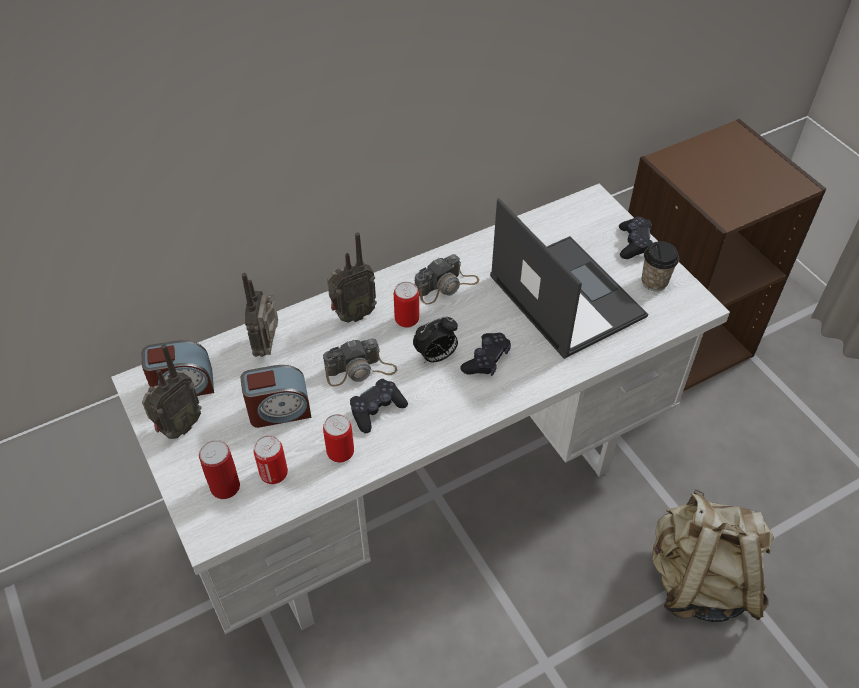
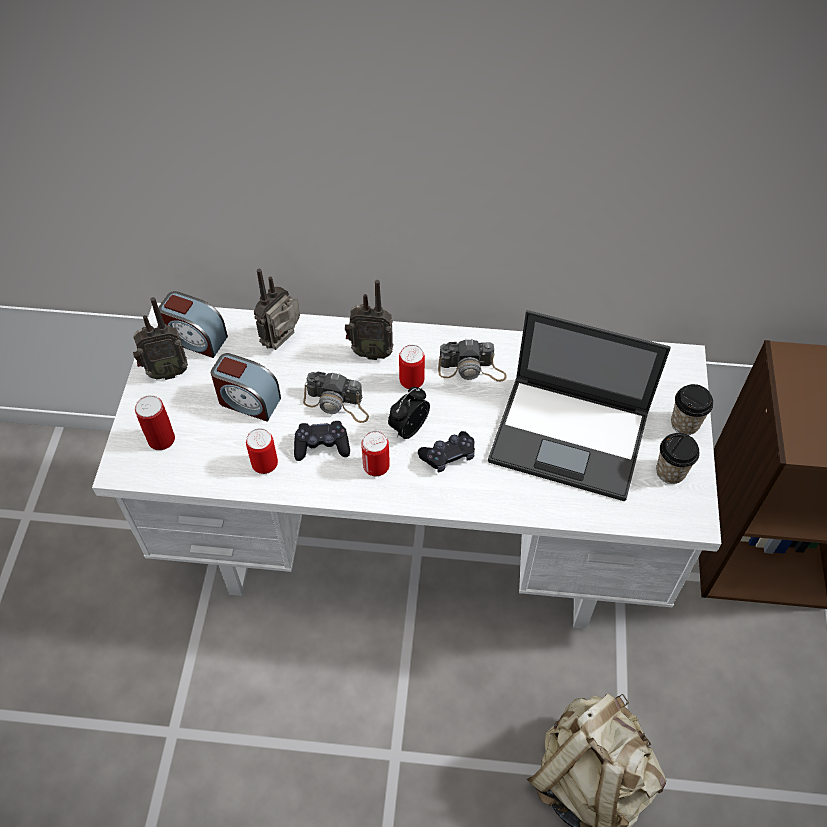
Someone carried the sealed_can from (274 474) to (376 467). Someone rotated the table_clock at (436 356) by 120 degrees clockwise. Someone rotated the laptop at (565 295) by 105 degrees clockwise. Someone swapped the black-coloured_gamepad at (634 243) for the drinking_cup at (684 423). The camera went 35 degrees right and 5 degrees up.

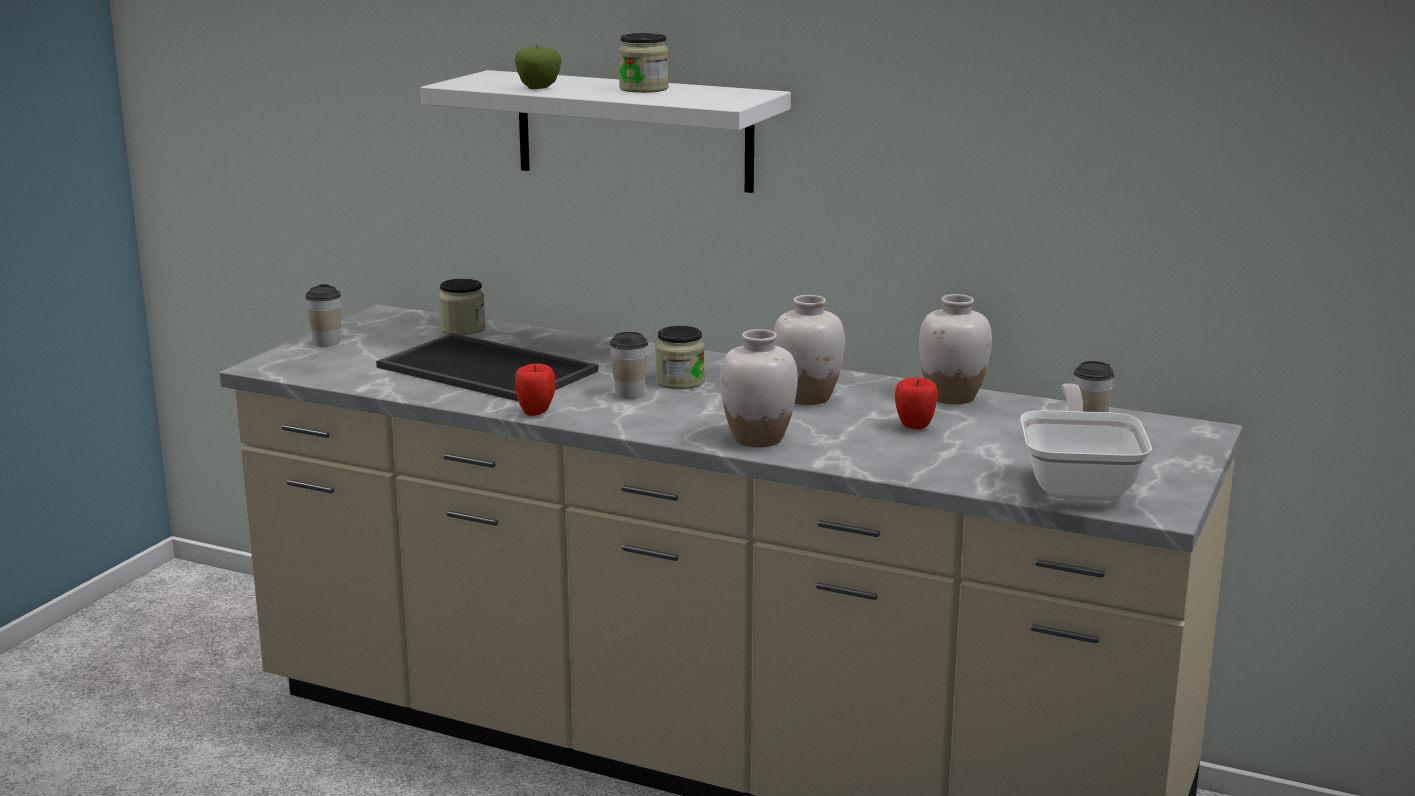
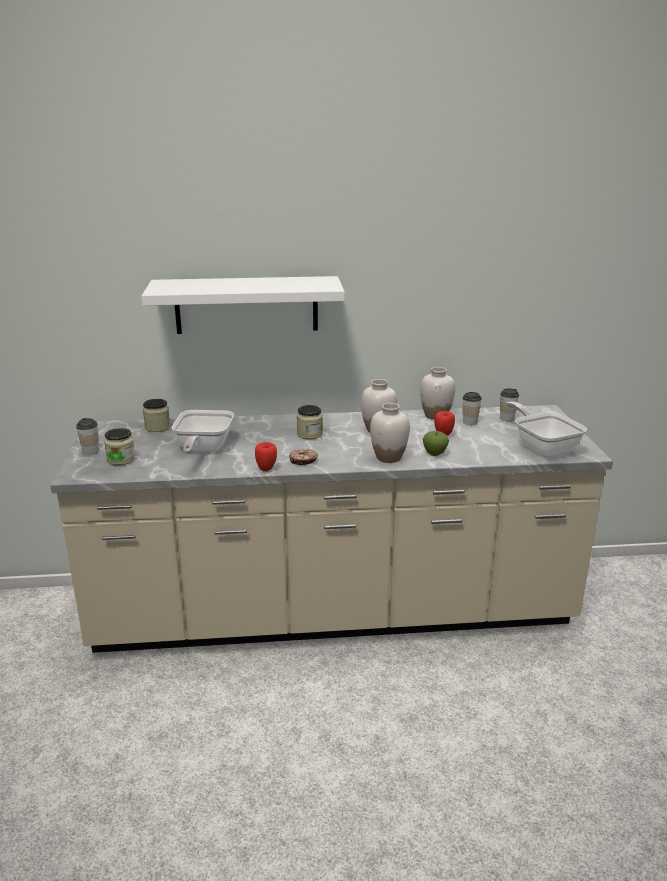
Someone swapped the tray at (483 370) for the skillet at (203 449). Someone carried the apple from (538 88) to (435 454). Someone carried the drinking_cup from (629 394) to (470 422). Someone carried the jar from (644 89) to (121 459). Someone put down the doughnut at (303 461). The camera went 30 degrees left and 5 degrees up.

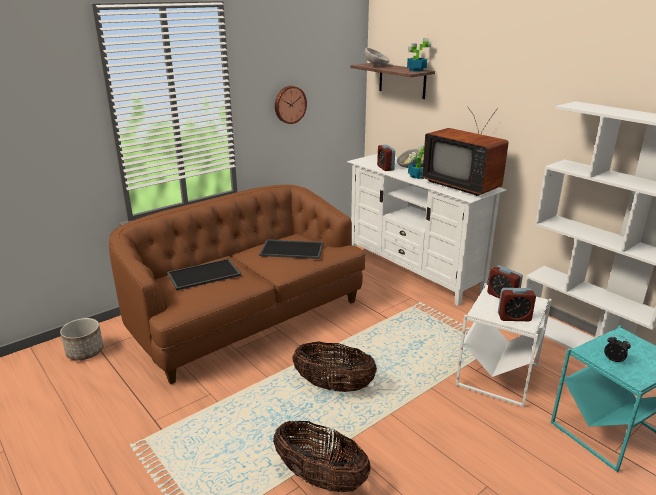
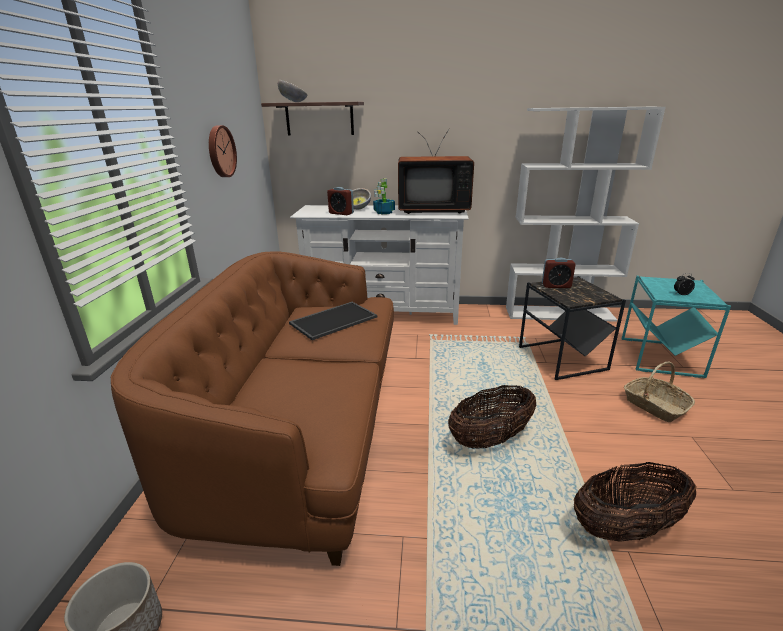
Someone took away the tray at (203 275). Someone took away the potted_plant at (416 70). Someone repainted the white_end_table at (498 375), which became the black-coloured_end_table at (562 358). Someone took away the table_clock at (514 317). Someone put down the household_basket at (654 405). The camera went 45 degrees left and 0 degrees up.

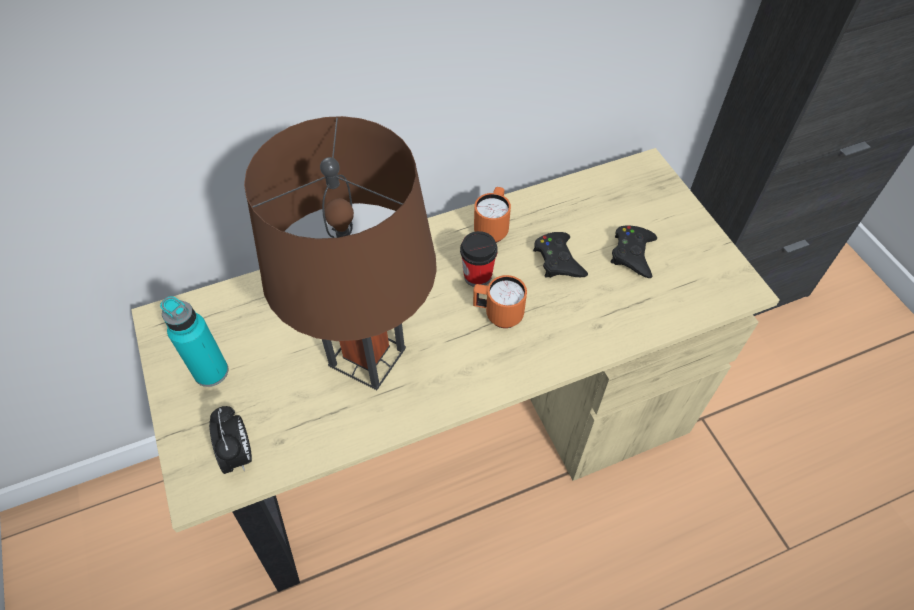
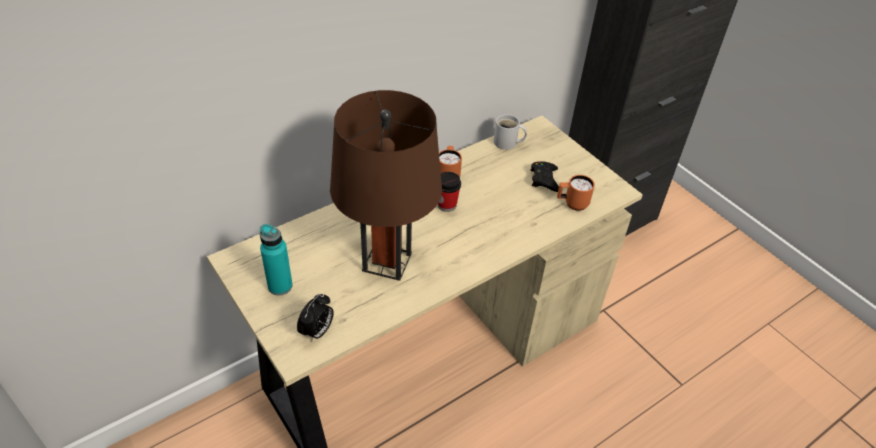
Someone rotated the table_clock at (239 455) by 60 degrees clockwise. Someone carried the orange-coloured_coffee_mug from (498 315) to (572 204). Someone took away the black-coloured_gamepad at (558 260). Someone put down the white_coffee_mug at (507 143). The camera went 15 degrees left and 10 degrees down.

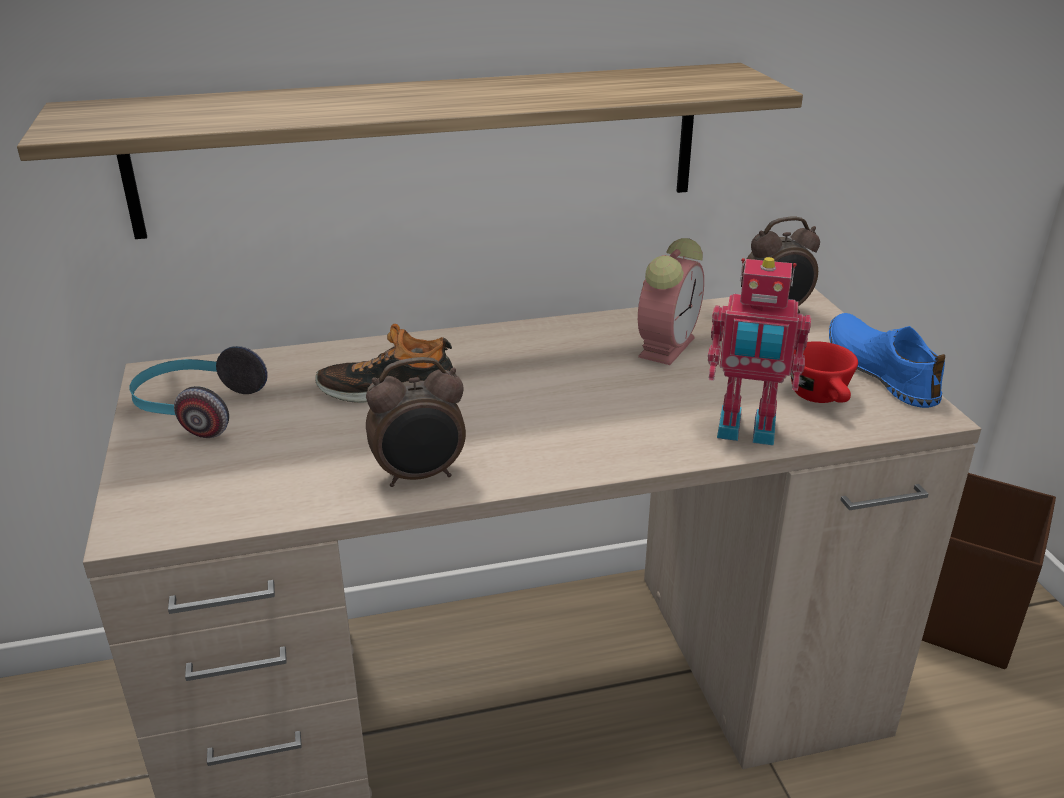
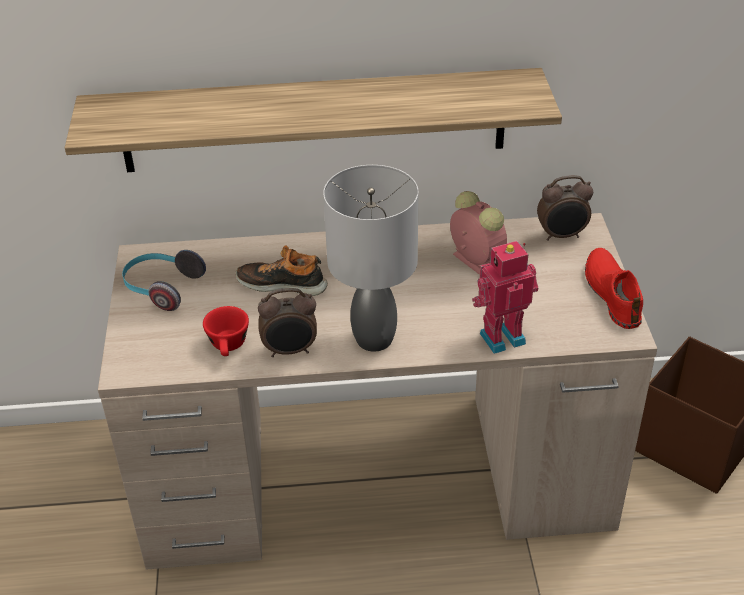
Someone rotated the table_clock at (667 346) by 75 degrees counterclockwise. Someone rotated the robot_figure at (746 431) by 135 degrees clockwise. Someone carried the reddish_drinking_cup from (822 399) to (229 347). Someone repainted the blue-coloured_low_shoe at (880 369), which became the reddish_low_shoe at (613 293). Someone put down the grey_lamp_for_a_table at (374 340). The camera went 10 degrees right and 10 degrees up.

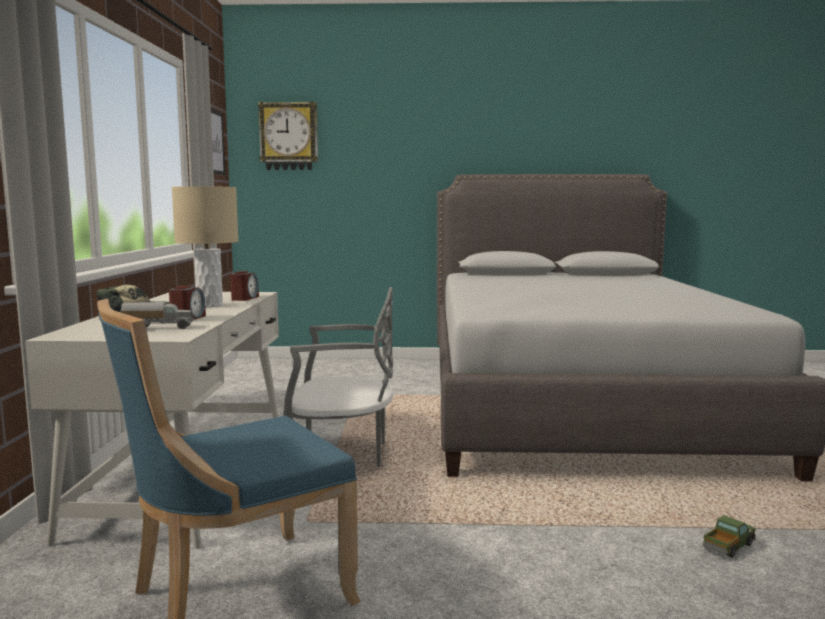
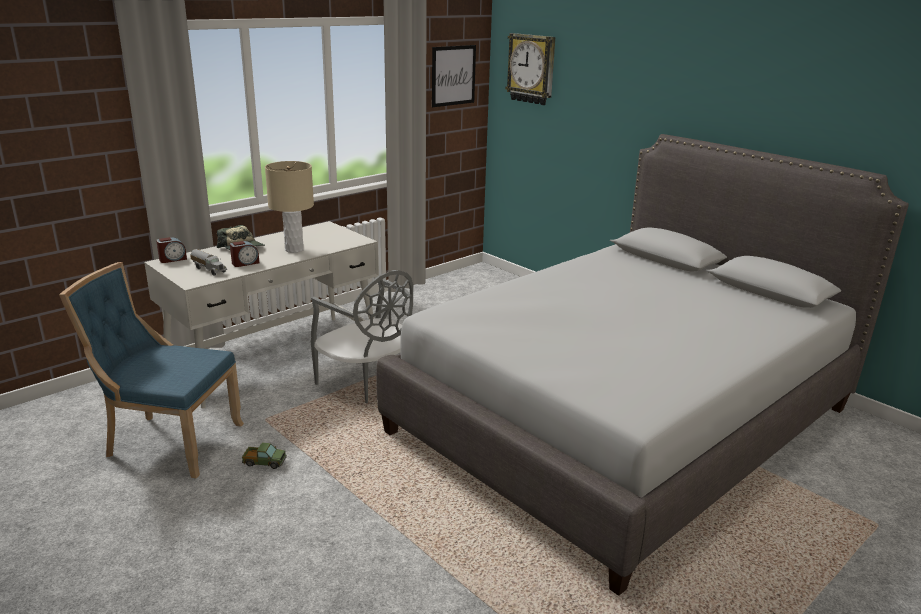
Someone carried the table_clock from (245 298) to (172 259). Someone carried the toy_lorry from (728 546) to (264 462). The camera went 45 degrees right and 15 degrees up.

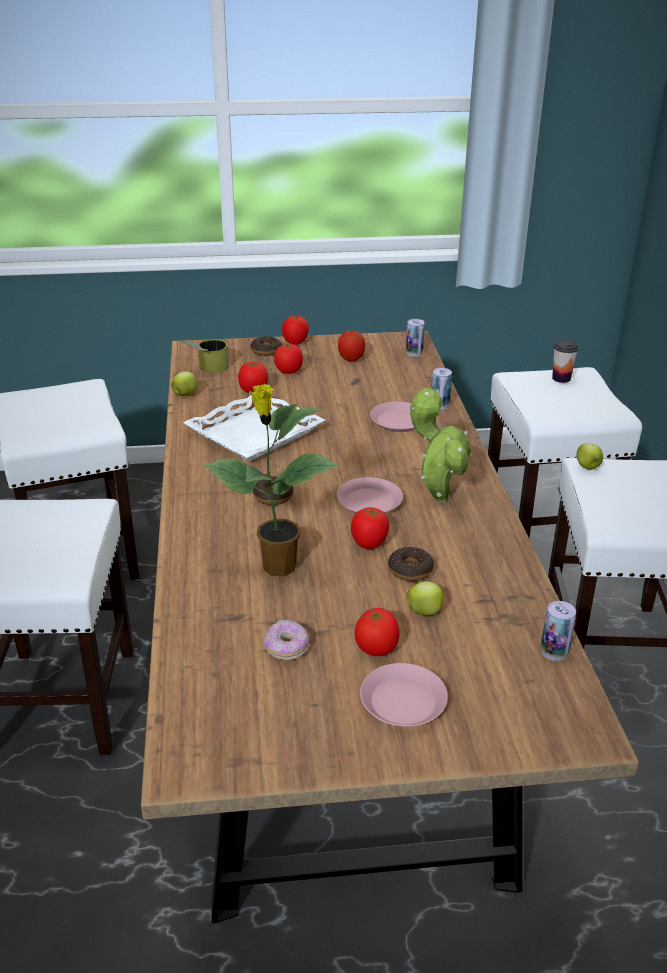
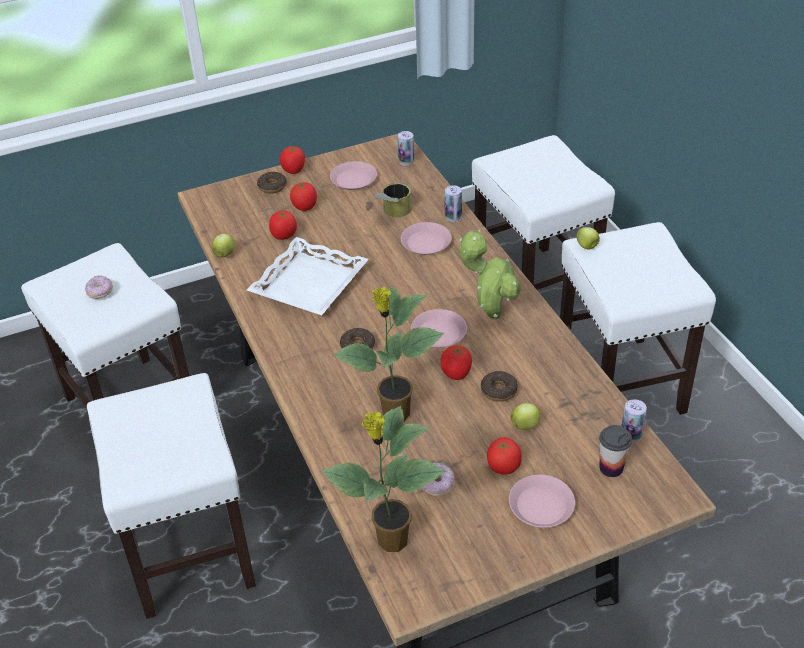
Someone carried the sealed_can from (206 369) to (393 213). Someone swapped the apple at (351 359) for the pink_plate at (353 180). Someone carried the drinking_cup from (561 378) to (611 468). Someone put down the doughnut at (100 292). Someone put down the potted_plant at (391 541). The camera went 15 degrees left and 10 degrees up.

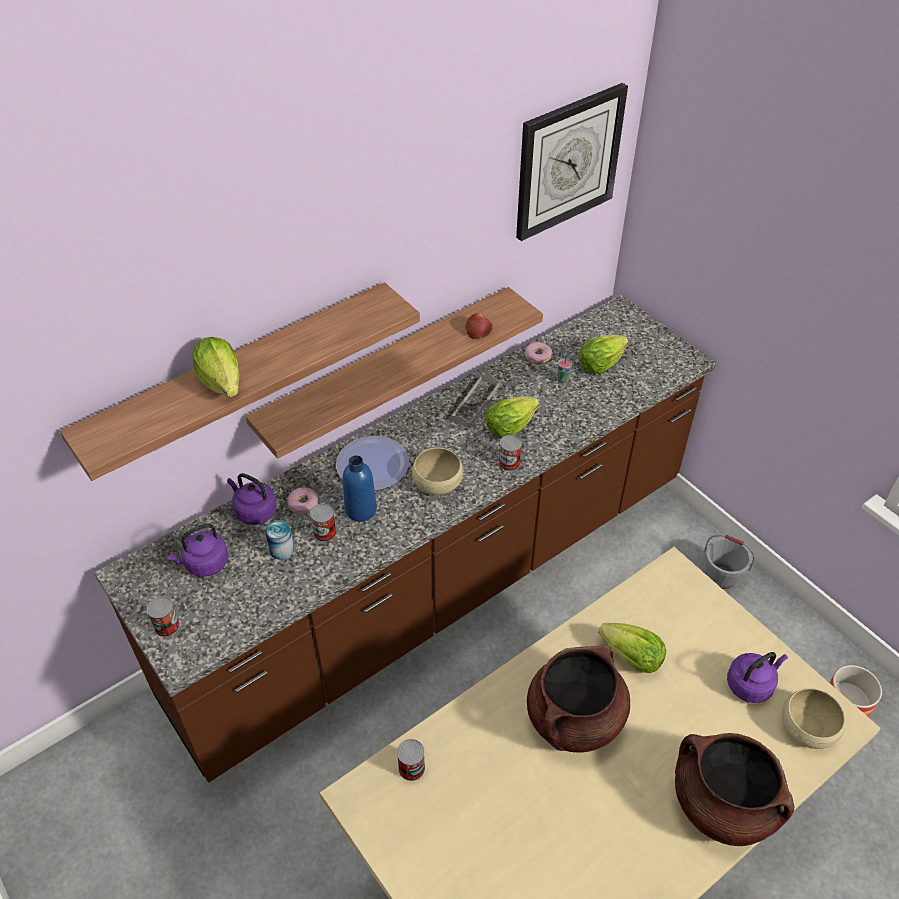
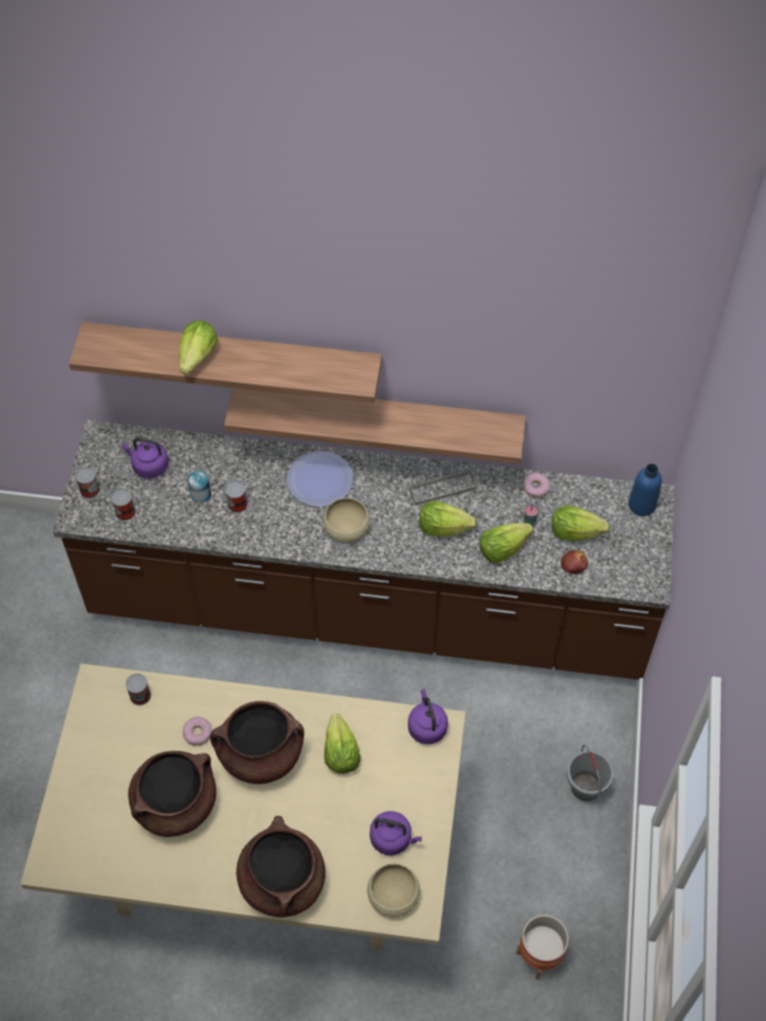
Someone carried the purplish_kettle from (254 511) to (426 726). Someone carried the doughnut from (303 504) to (197 733). Someone carried the blue-coloured_drink_bottle from (361 509) to (642 505). Someone carried the apple from (478 330) to (574 564). Someone carried the sealed_can from (509 463) to (125 512). Someone took away the clock_on_the_wall at (568 161). Someone put down the brown-coloured_cooking_pot at (176 803). Someone put down the lettuce at (502 549). The camera went 45 degrees right and 10 degrees up.

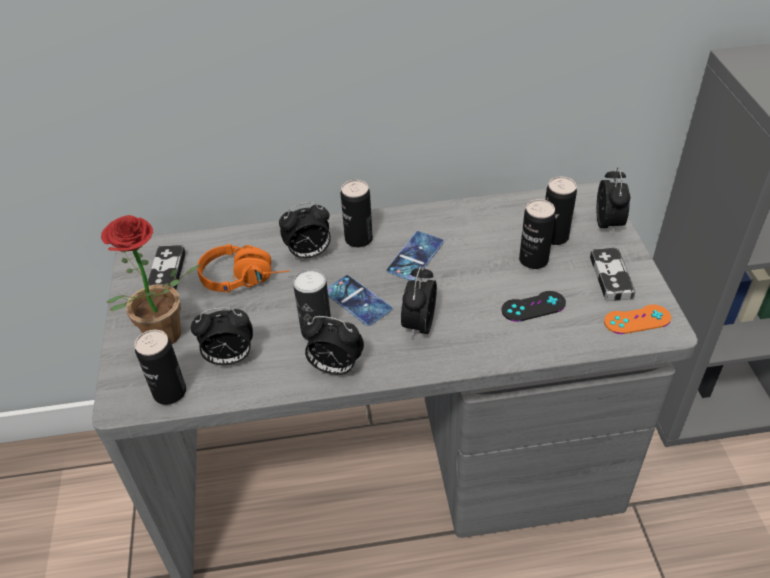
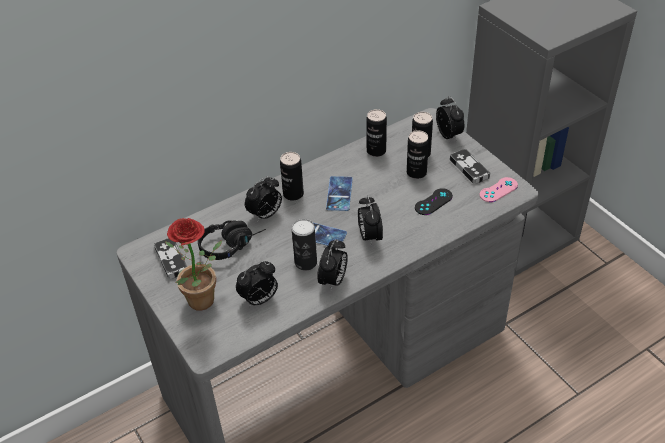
Someone carried the sealed_can from (170 392) to (376 151). Someone repainted the orange-coloured_headset at (246 277), which became the black-coloured_headset at (232 244). Someone rotated the table_clock at (334 368) by 60 degrees counterclockwise. Someone repainted the orange-coloured_gamepad at (637 320), which became the pink_gamepad at (498 190). The camera went 25 degrees left and 0 degrees up.

